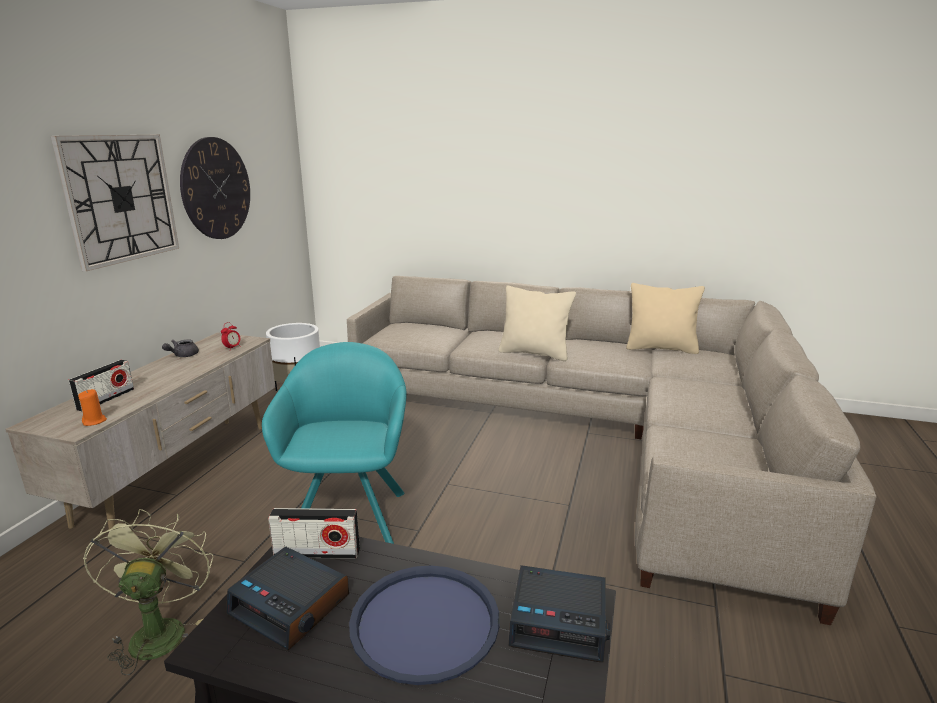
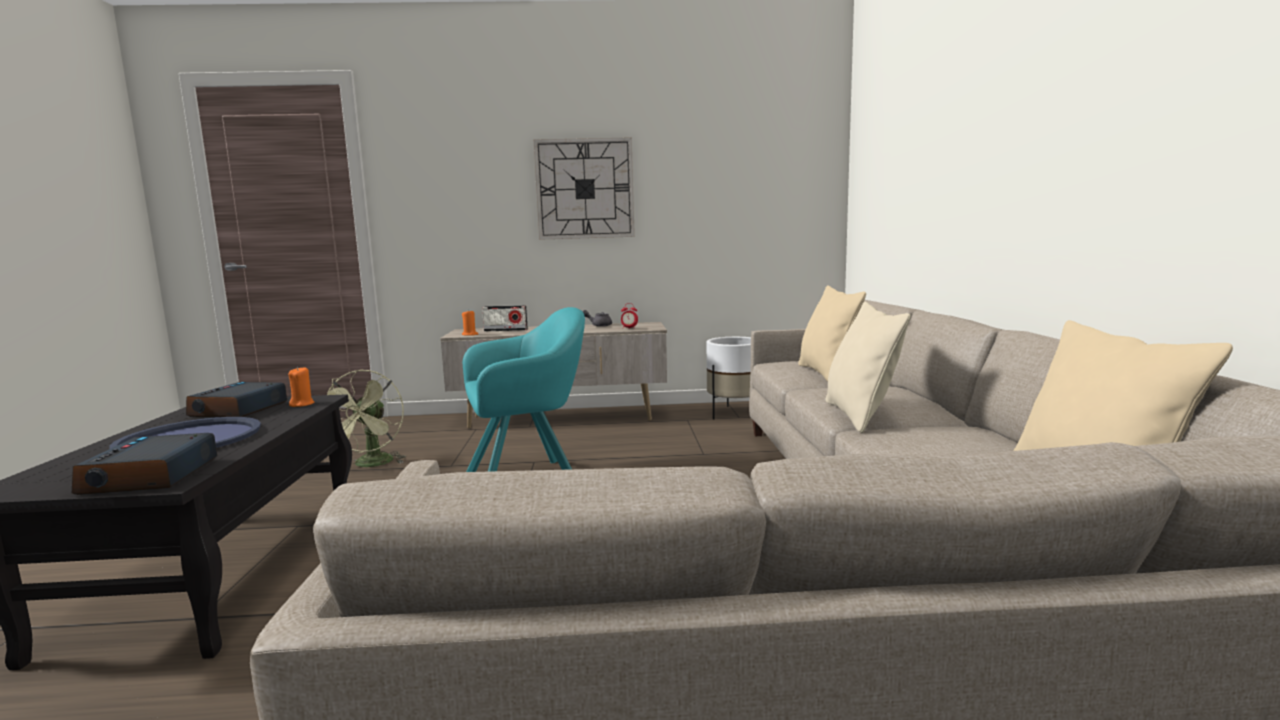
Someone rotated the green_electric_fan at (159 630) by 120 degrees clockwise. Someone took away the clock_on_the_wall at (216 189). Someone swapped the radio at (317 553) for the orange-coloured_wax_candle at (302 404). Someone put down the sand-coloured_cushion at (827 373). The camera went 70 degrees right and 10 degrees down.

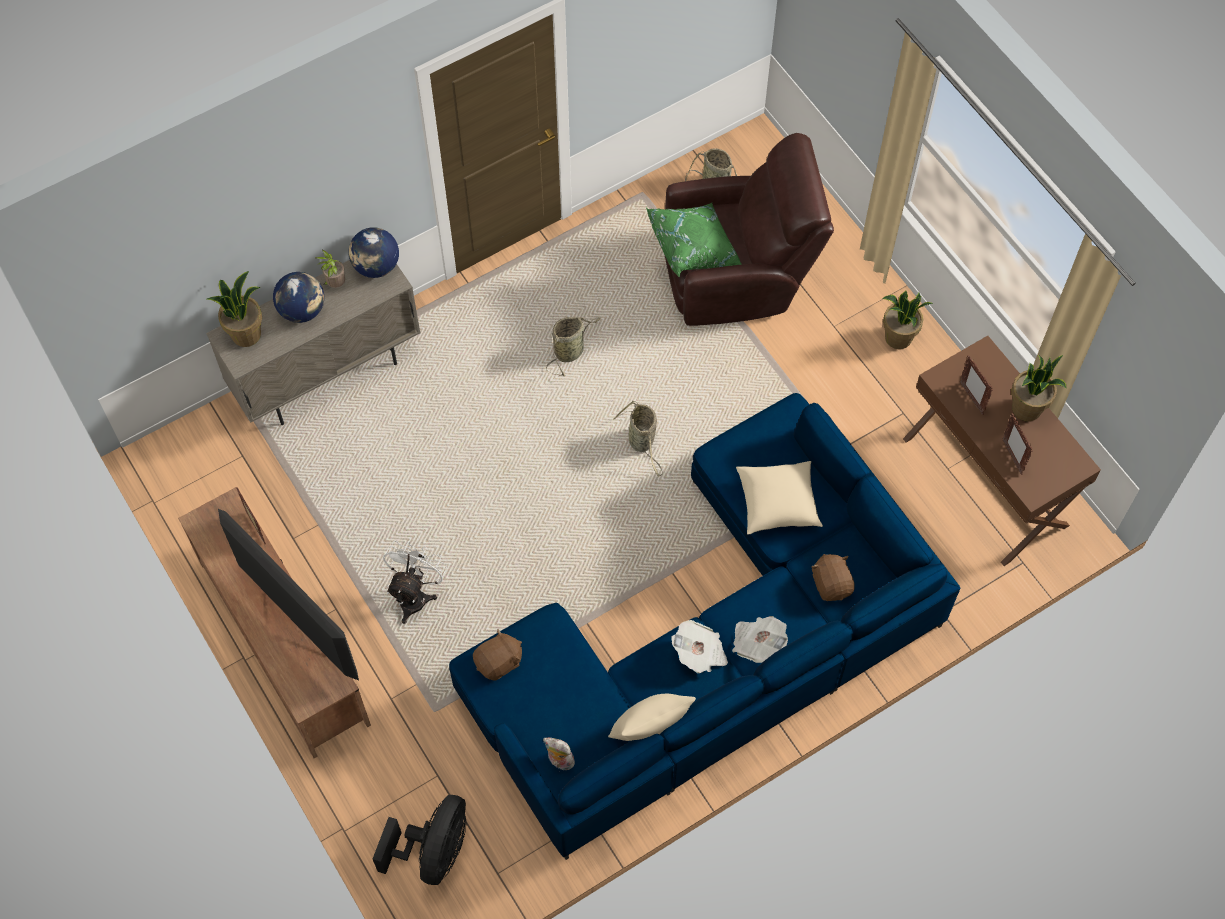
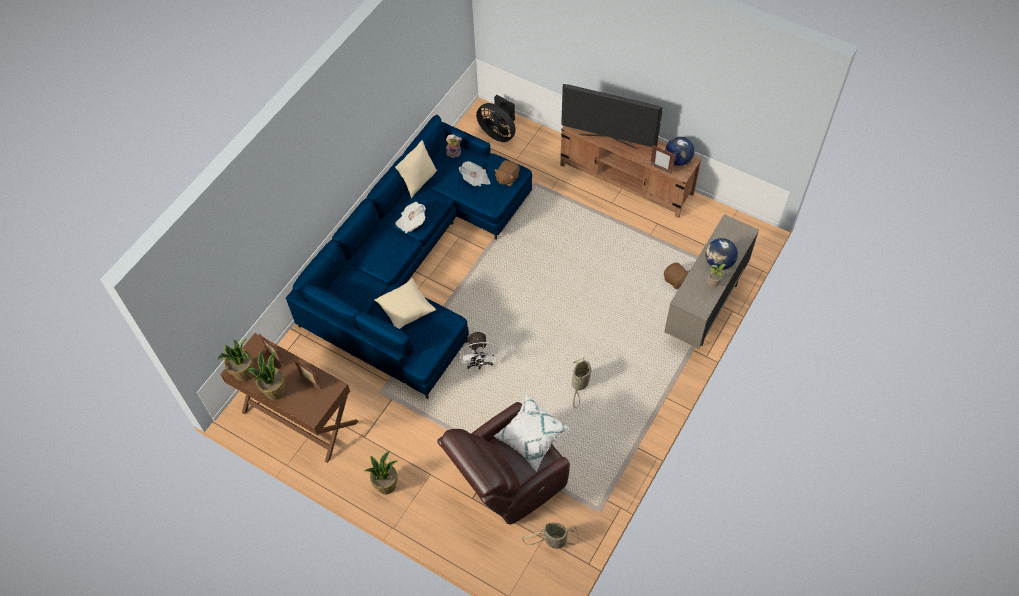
Someone carried the potted_plant from (246 334) to (244 373). Someone carried the world_globe from (376 266) to (678 160). Someone rotated the black-coloured_electric_fan at (434 851) by 45 degrees counterclockwise. Someone carried the white_electric_fan from (415 594) to (479 364). Someone took away the household_basket at (642 442). Someone repainted the green_cushion at (694 248), which became the white_cushion at (531 438). Someone carried the daily_paper from (757 643) to (475 179). Someone carried the brown-coloured_cuddly_toy from (831 584) to (676 280). The camera went 155 degrees right and 5 degrees down.

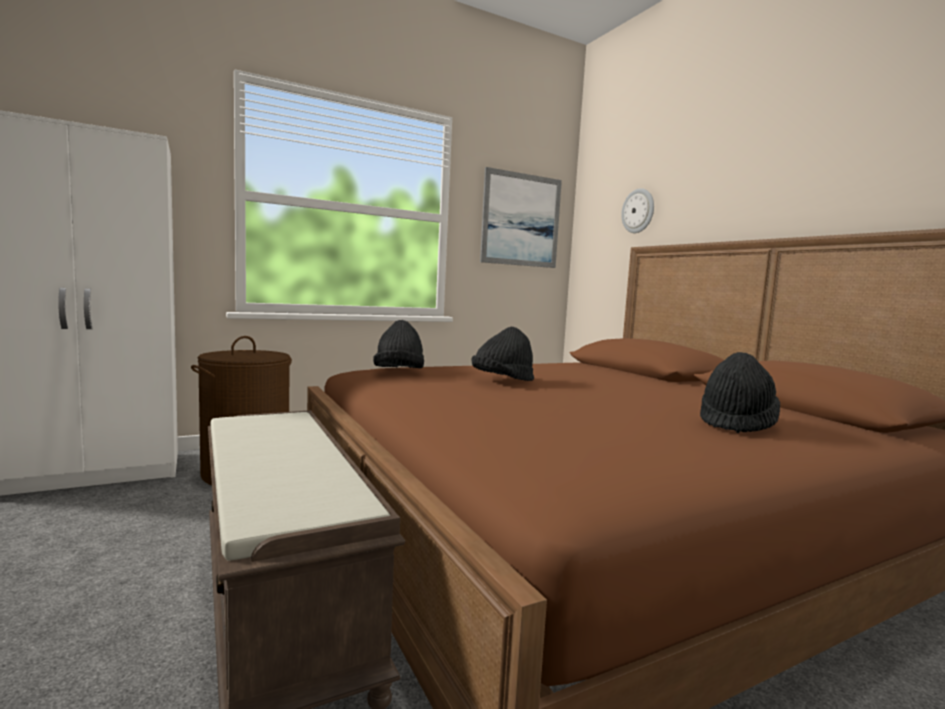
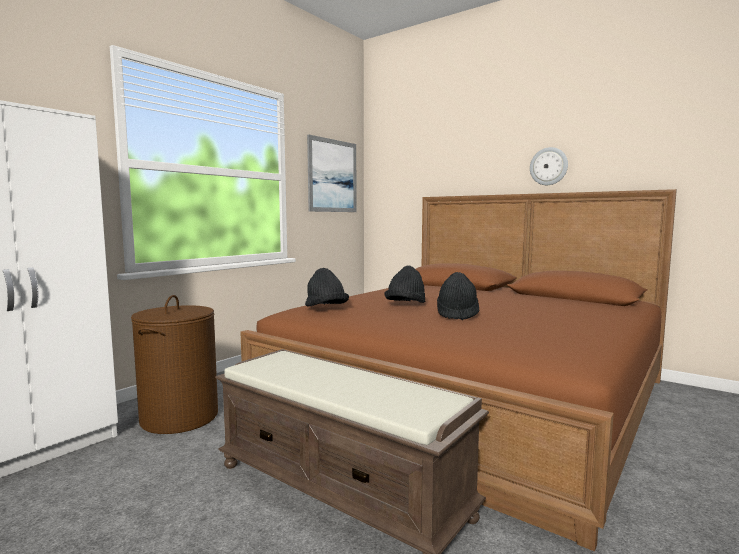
Someone carried the clock_on_the_wall from (638 211) to (548 166). Someone carried the black-coloured_hat from (736 423) to (457 314). The camera went 25 degrees left and 0 degrees up.

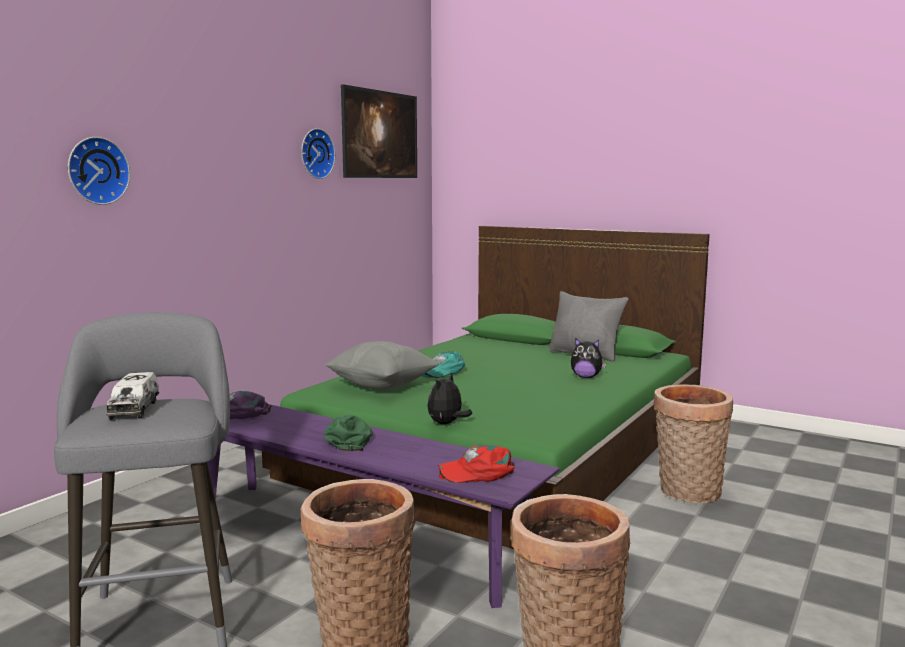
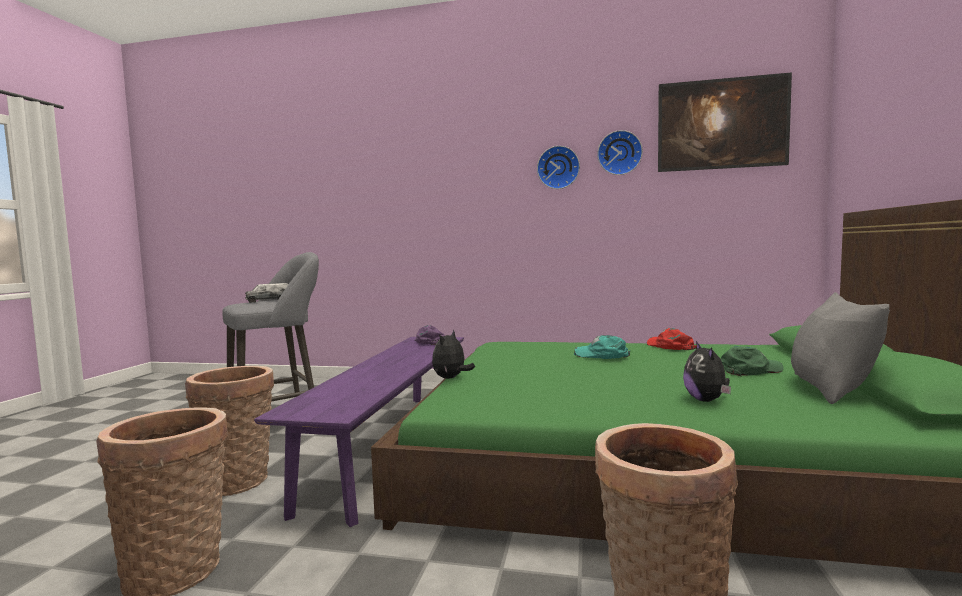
Someone carried the clock_on_the_wall from (96 171) to (558 168). Someone carried the green_peaked_cap from (350 439) to (750 370). Someone took away the grey_cushion at (382 386). Someone rotated the cuddly_toy at (446 423) by 75 degrees counterclockwise. Someone carried the reddish_peaked_cap from (478 473) to (670 346). The camera went 70 degrees right and 5 degrees down.

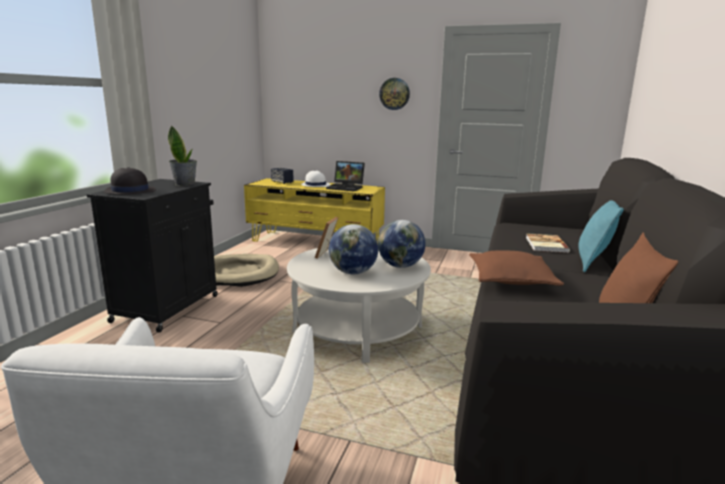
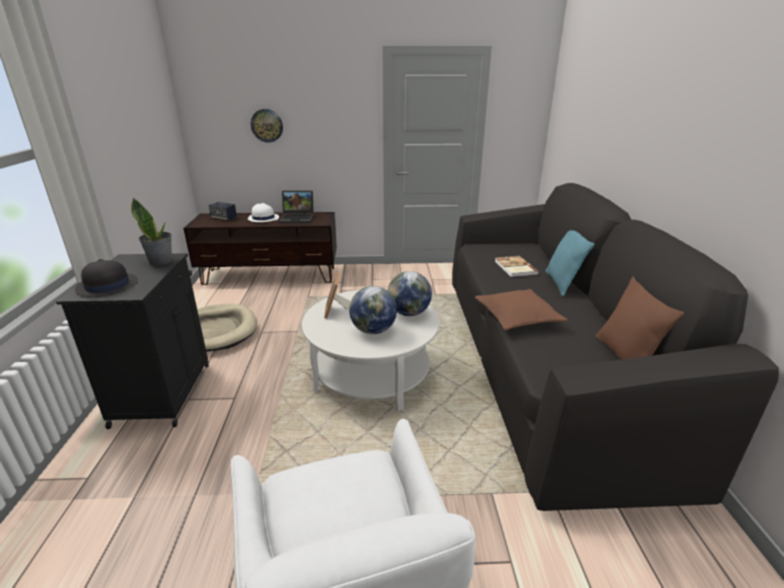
Someone repainted the yellow-coloured_media_console at (315 242), which became the brown-coloured_media_console at (270 276). Someone carried the clock_on_the_wall from (394 94) to (267 125). The camera went 20 degrees left and 10 degrees up.

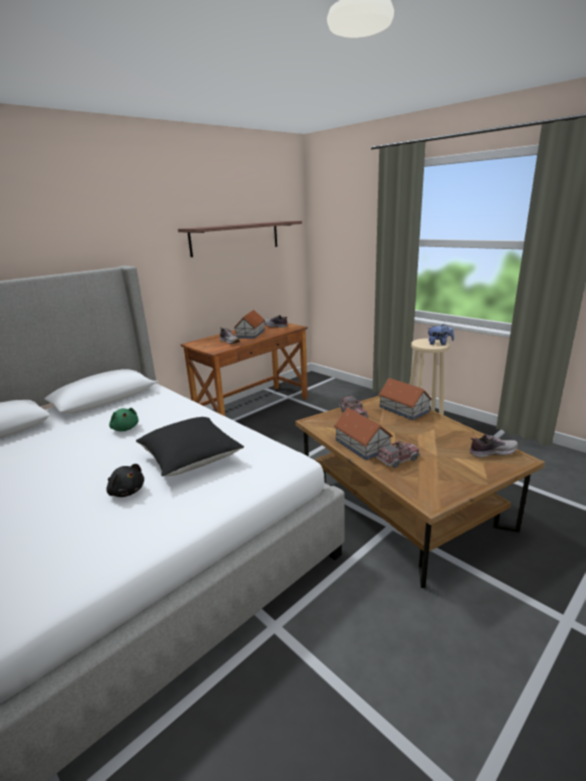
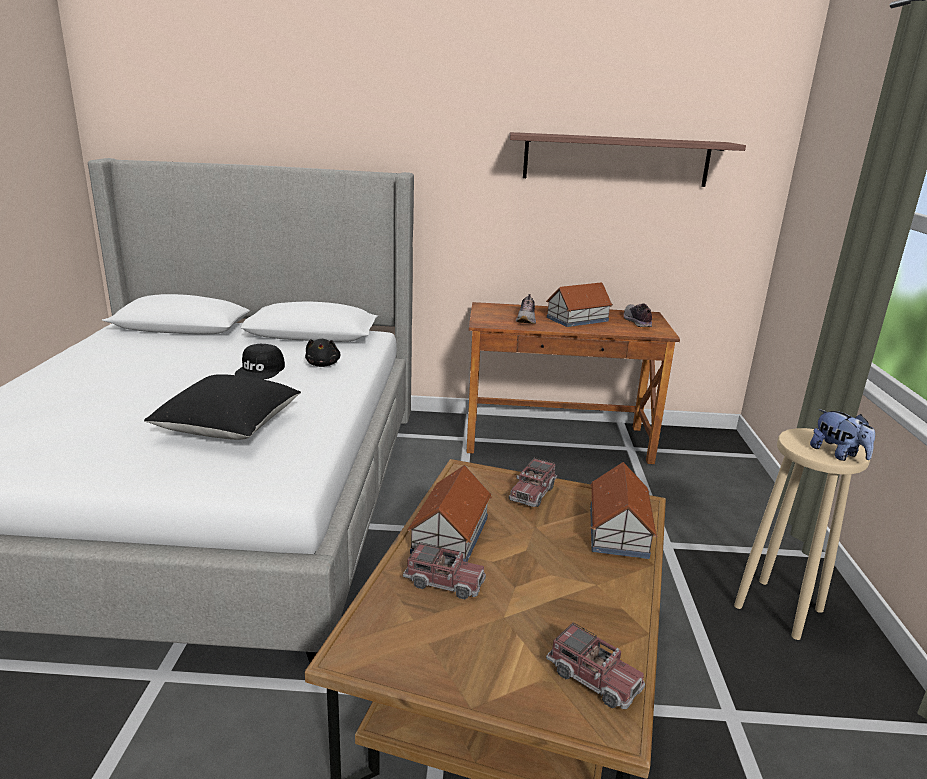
Someone carried the black-coloured_cuddly_toy from (126 491) to (323 364). Someone swapped the green_cuddly_toy at (125 428) for the black-coloured_peaked_cap at (261 370). Someone swapped the low_shoe at (491 452) for the toy_lorry at (593 678). The camera went 45 degrees right and 0 degrees up.

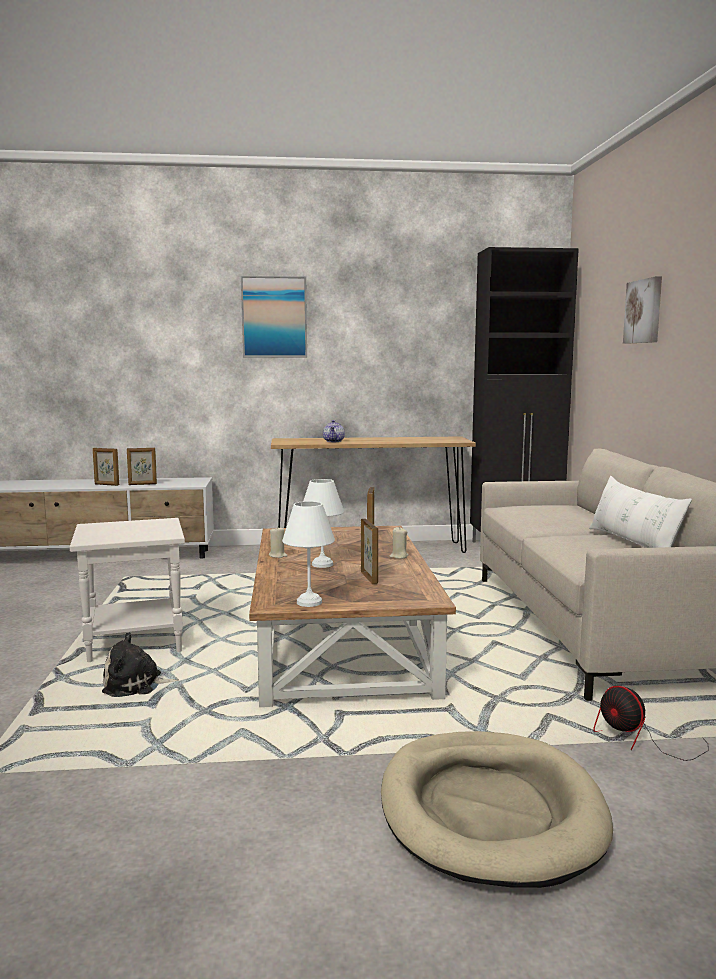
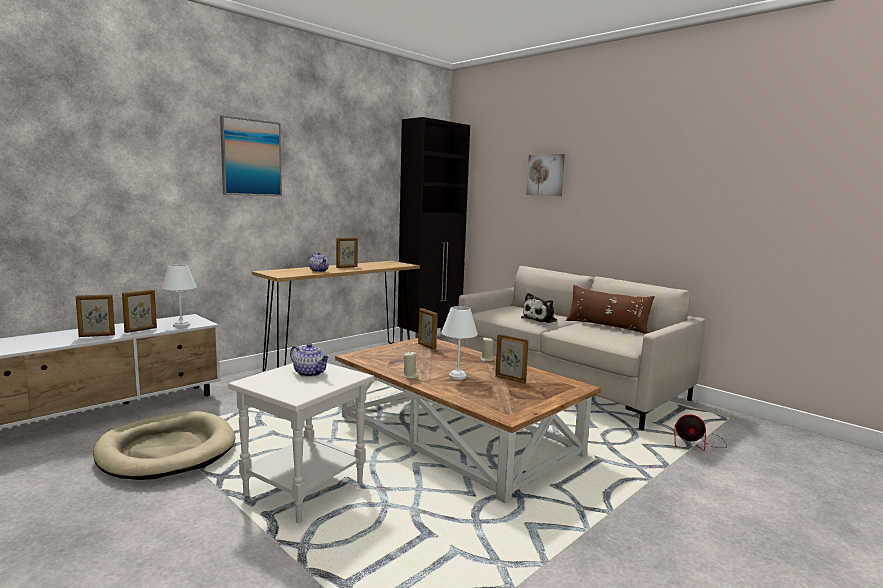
Someone carried the cuddly_toy from (137 685) to (541 319). Someone carried the white_lamp_for_a_table from (310 602) to (182 325). Someone carried the sand-coloured_dog_bed from (490 811) to (167 450). Someone repainted the white_cushion at (633 543), which became the brown-coloured_cushion at (606 326). Someone put down the tea_pot at (310 373). Someone put down the standing_frame at (347 267). The camera went 40 degrees left and 0 degrees up.

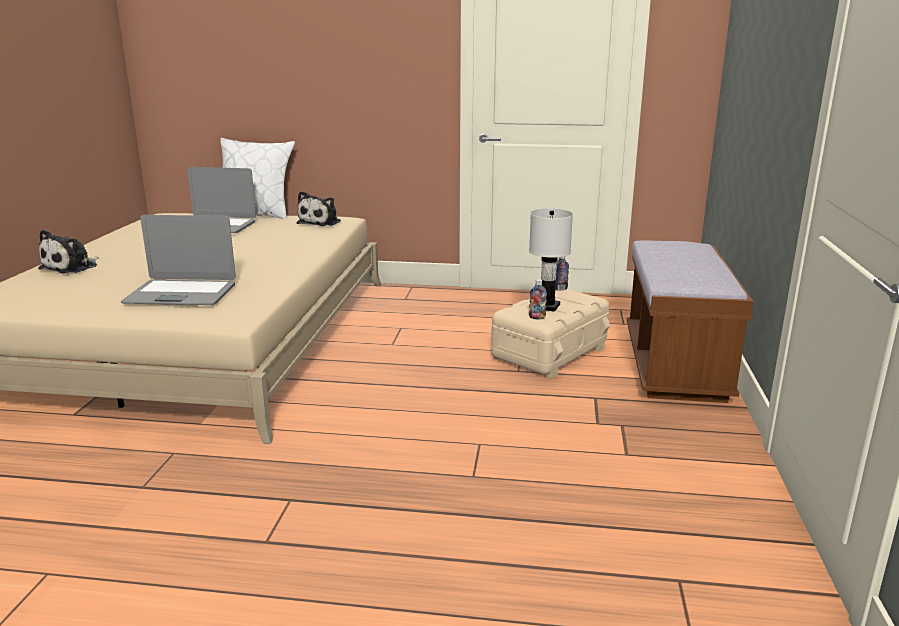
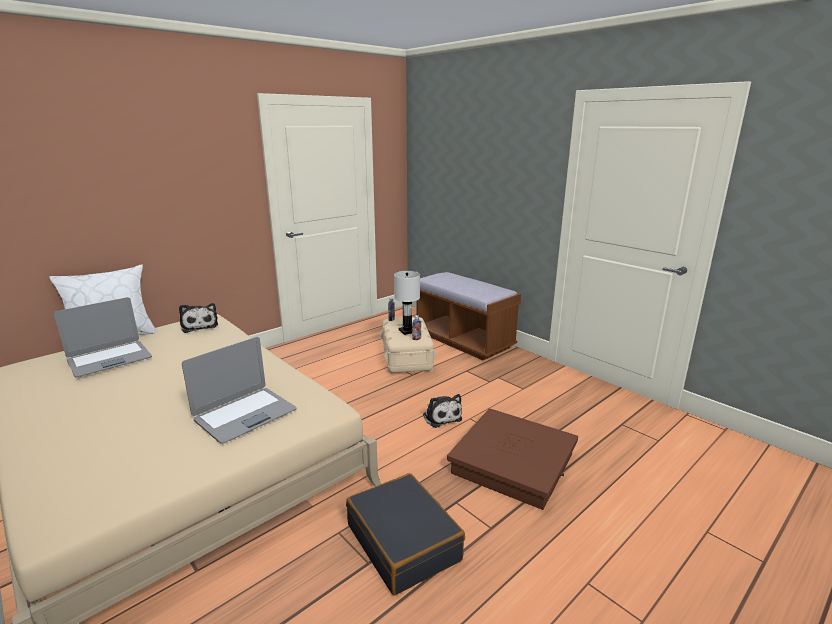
Someone carried the cuddly_toy from (72 267) to (441 416). Someone put down the black-coloured_piece_of_luggage at (404 542). Someone put down the brown-coloured_storage_box at (512 464). The camera went 50 degrees left and 0 degrees up.

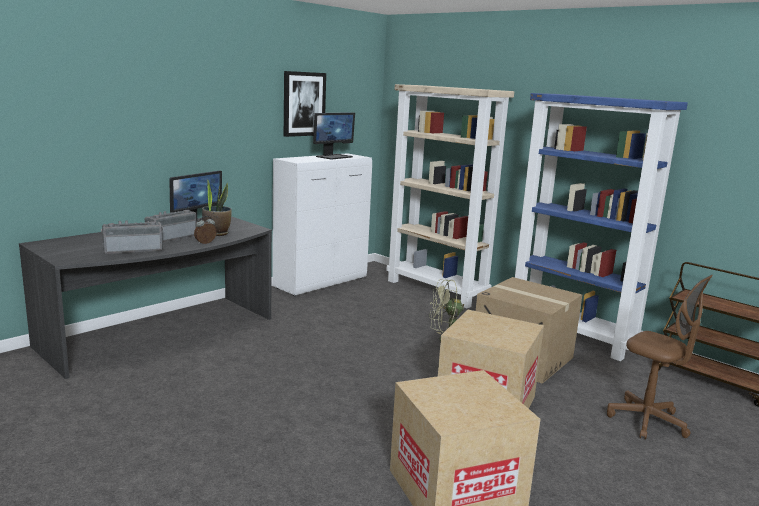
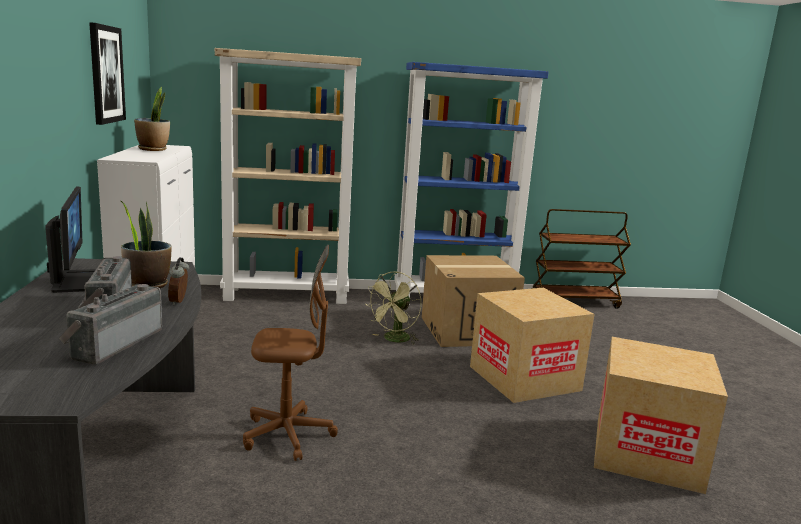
Someone swapped the computer_display at (334 157) for the potted_plant at (153 149). Someone carried the brown-coloured_desk_chair from (647 421) to (288 435). The camera went 50 degrees left and 0 degrees up.

